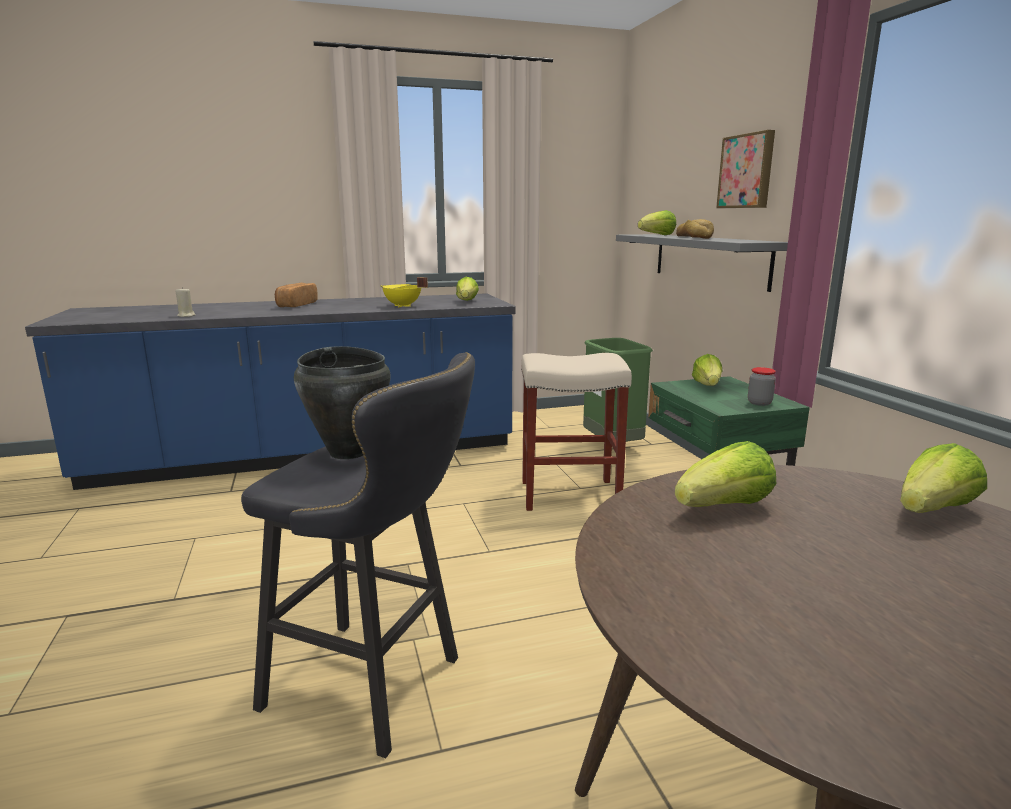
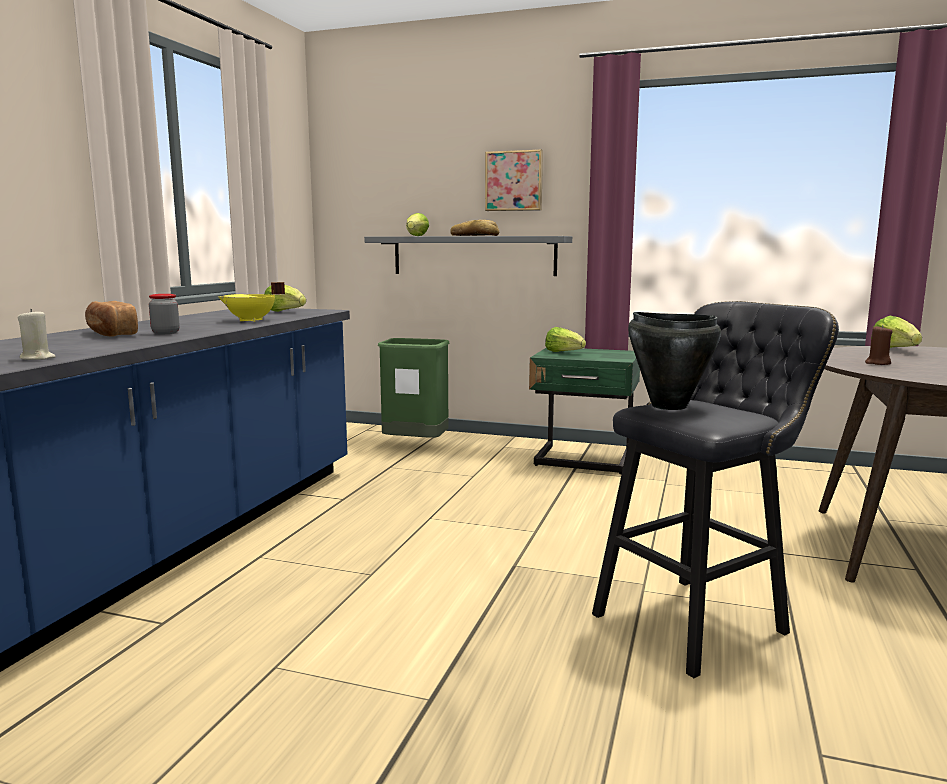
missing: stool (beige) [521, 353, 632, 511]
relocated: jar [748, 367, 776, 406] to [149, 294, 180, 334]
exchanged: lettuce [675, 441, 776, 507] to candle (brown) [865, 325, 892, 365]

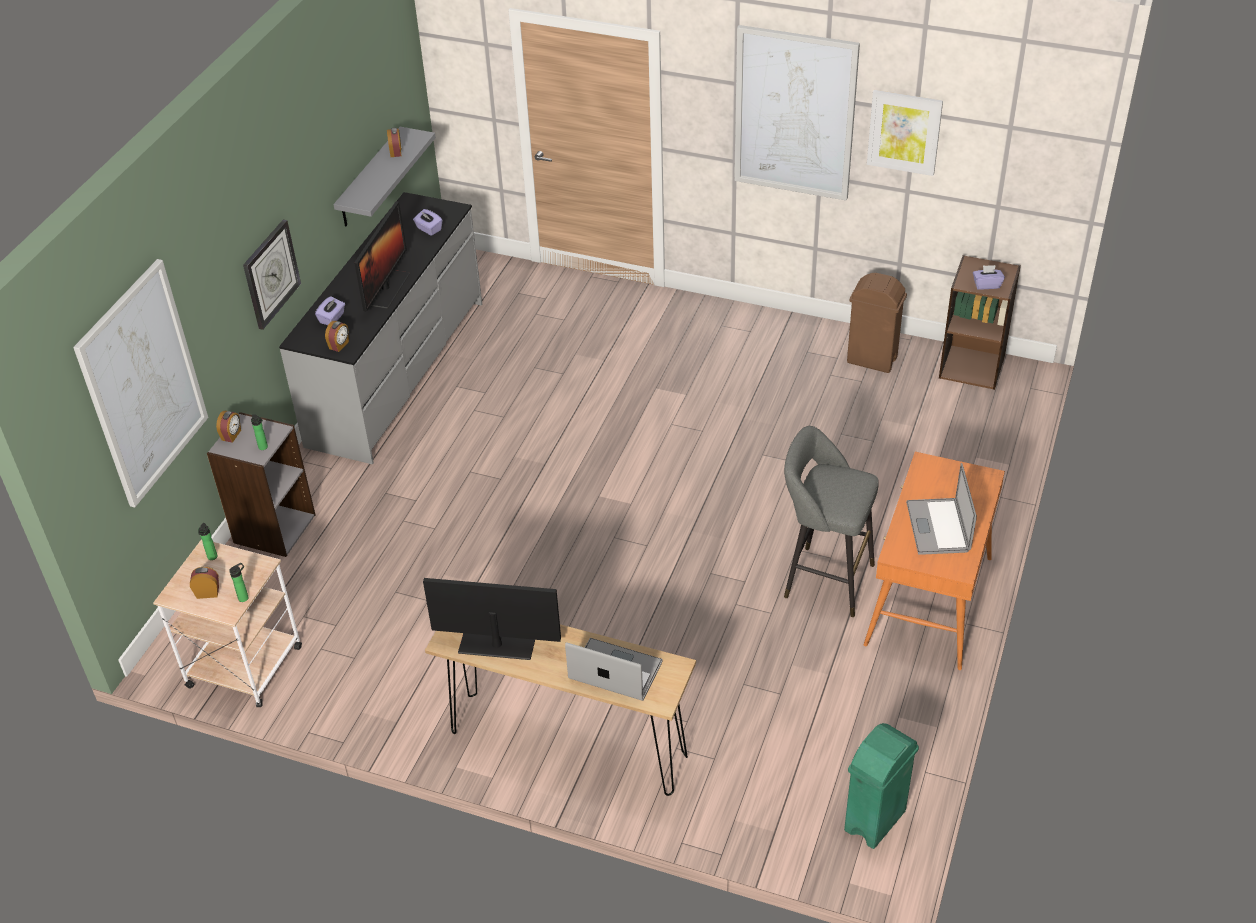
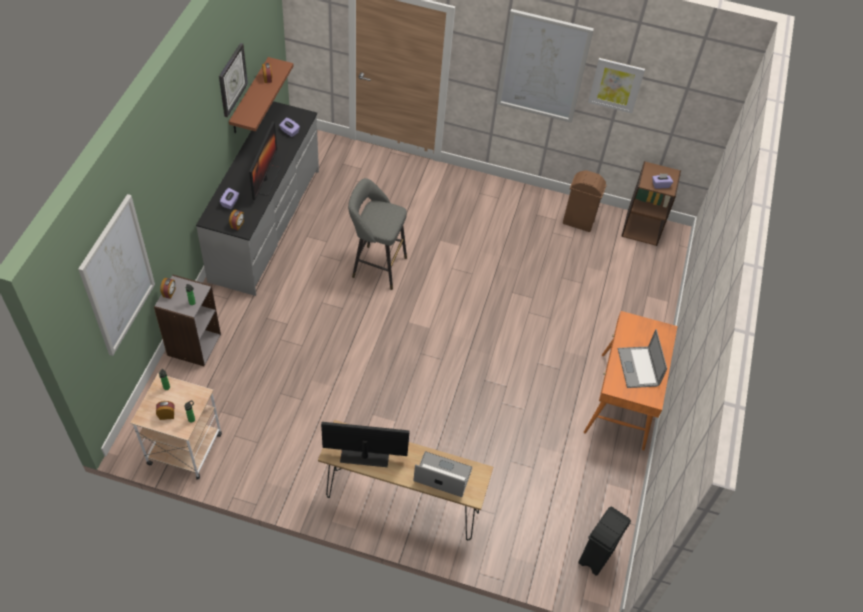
relocated: wall clock [243, 220, 301, 330] to [219, 43, 248, 117]; stool (grey) [784, 426, 879, 617] to [348, 178, 407, 290]
colour: shelf (grey) [333, 127, 436, 226] to shelf (brown) [229, 57, 293, 133]; trash can (green) [844, 723, 919, 849] to trash can (black) [578, 507, 631, 576]

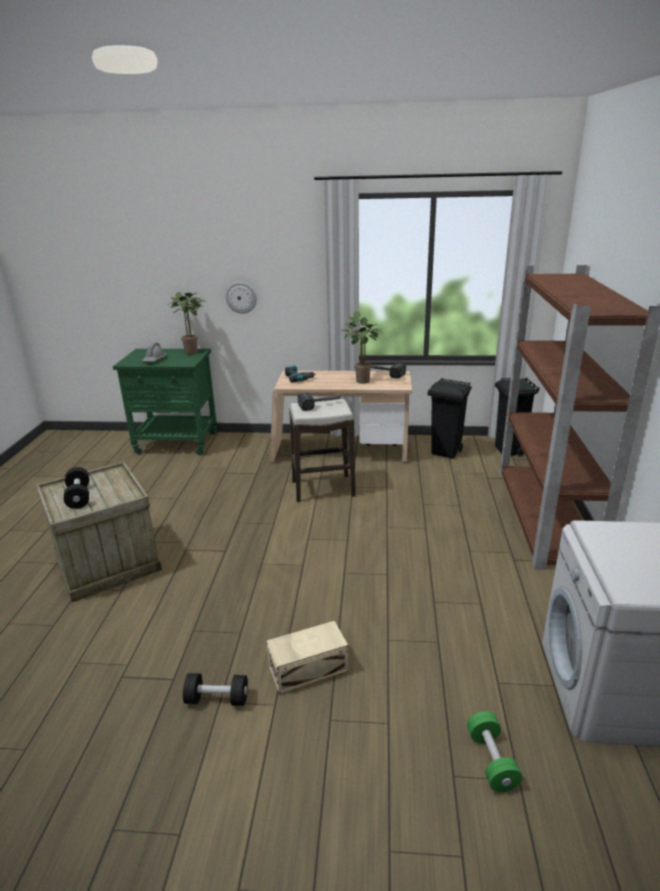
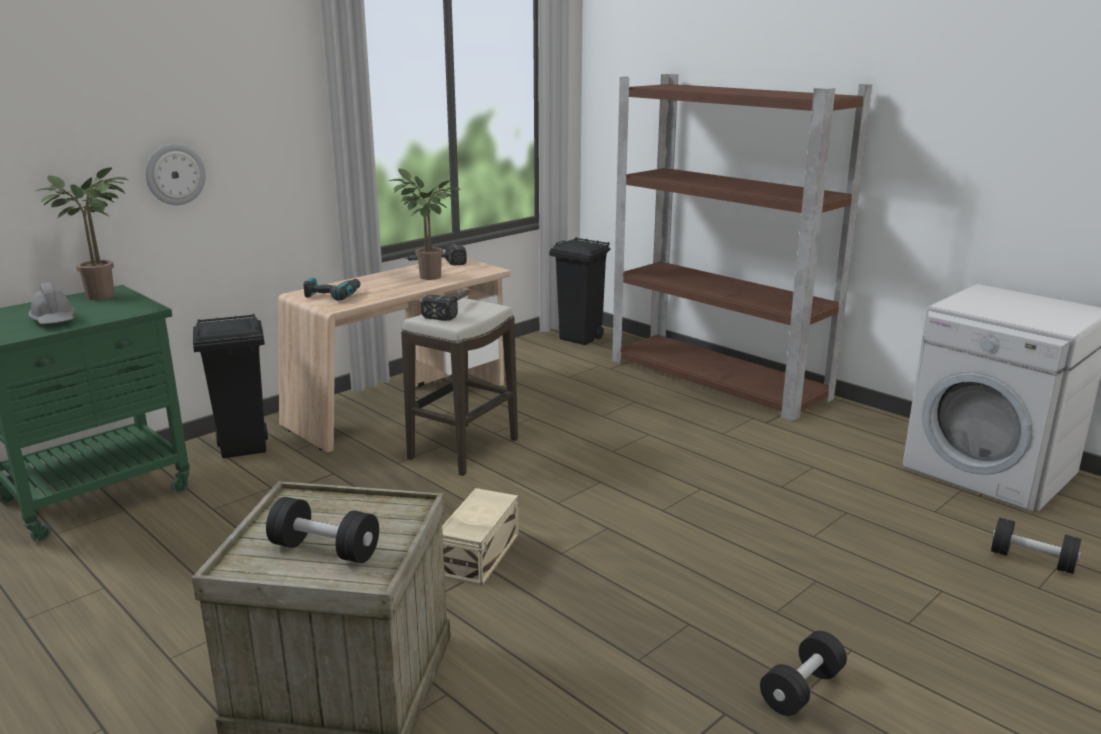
relocated: trash can (black) [427, 378, 472, 459] to [193, 314, 268, 458]; storage box (beige) [267, 621, 348, 694] to [442, 488, 519, 586]
colour: dumbbell (green) [467, 711, 523, 792] to dumbbell (black) [991, 518, 1081, 574]

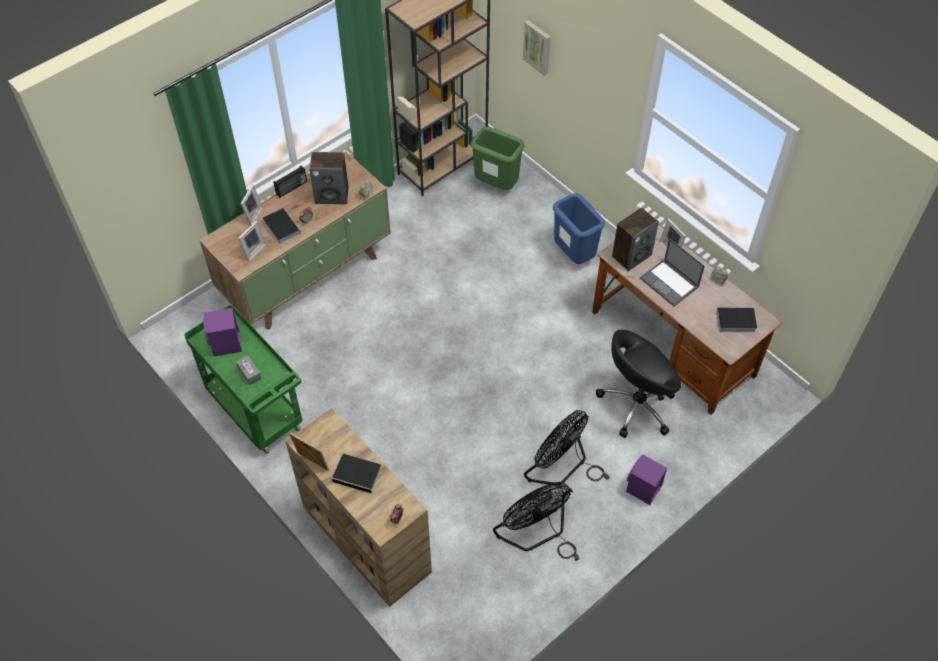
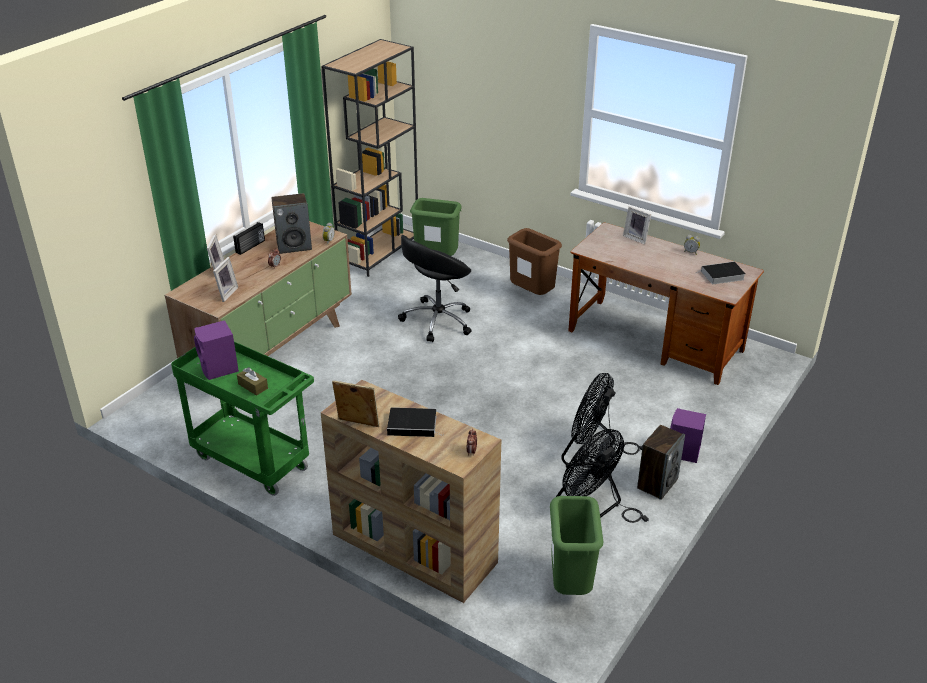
missing: picture [523, 20, 551, 76]; book [262, 208, 301, 244]; laptop [640, 238, 705, 306]
appeared: trash can (green) [550, 496, 603, 595]
relocated: speaker [612, 208, 659, 271] to [637, 425, 685, 500]; office chair (black) [596, 330, 681, 438] to [398, 235, 472, 342]
colour: trash can (blue) [553, 193, 605, 264] to trash can (brown) [507, 228, 562, 295]; tissue box (grey) [236, 355, 262, 385] to tissue box (brown) [237, 367, 268, 396]

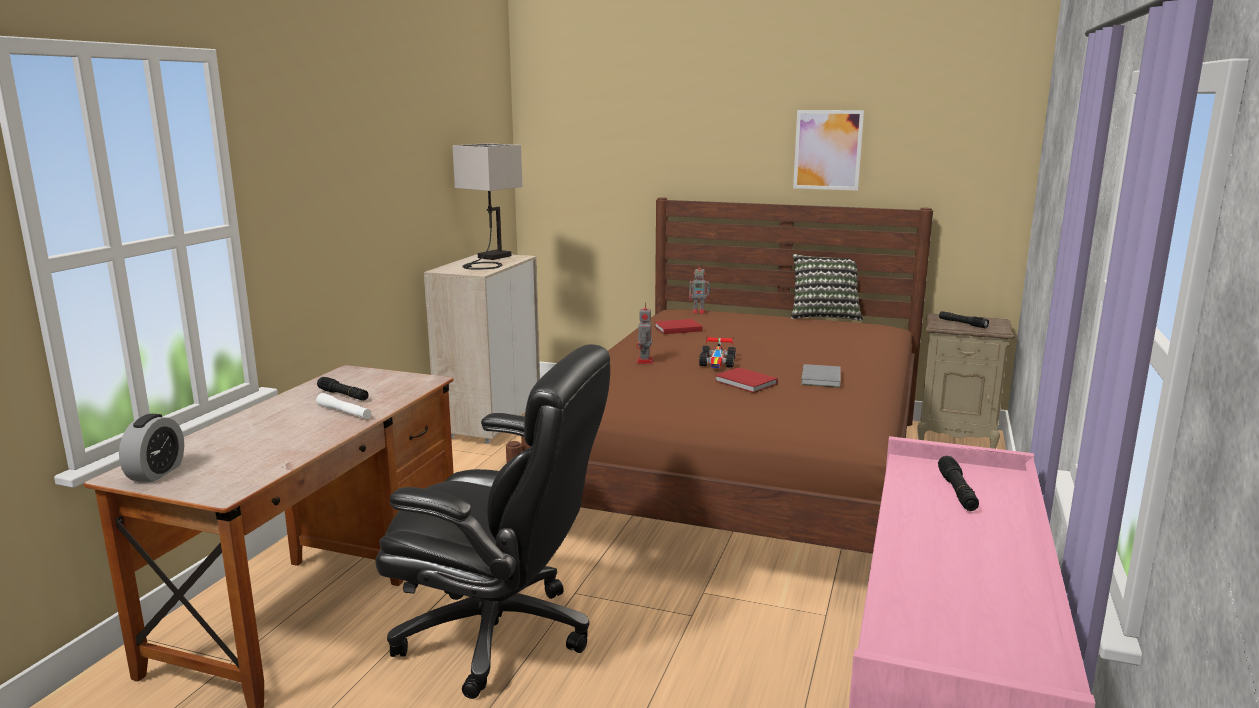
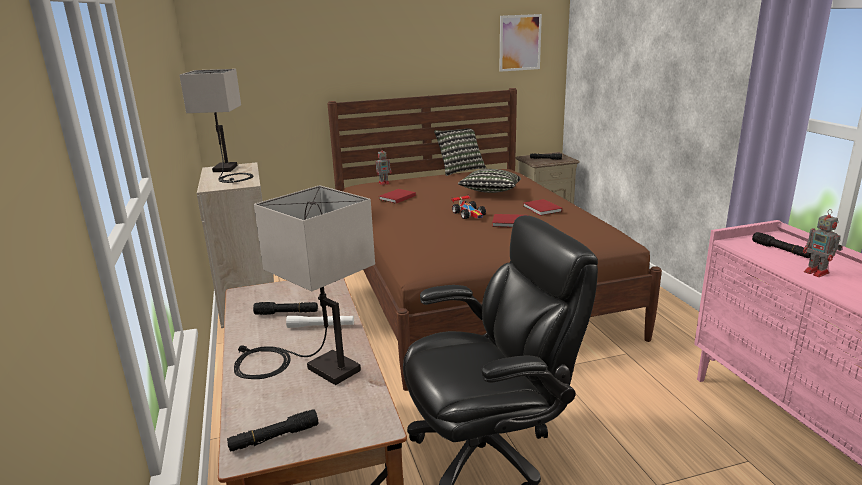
appeared: pillow [458, 169, 521, 193]; table lamp [234, 185, 375, 385]
relocated: picture [793, 110, 864, 191] to [500, 14, 542, 72]; toy robot [636, 302, 654, 364] to [803, 209, 842, 277]
exchanged: alarm clock [119, 414, 184, 482] to flashlight (black) [227, 409, 318, 451]
colour: book (grey) [801, 364, 841, 387] to book (red) [523, 199, 562, 216]

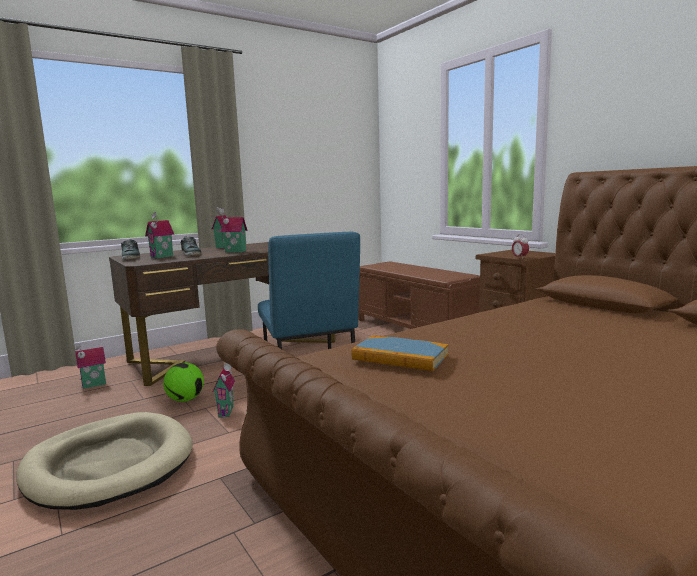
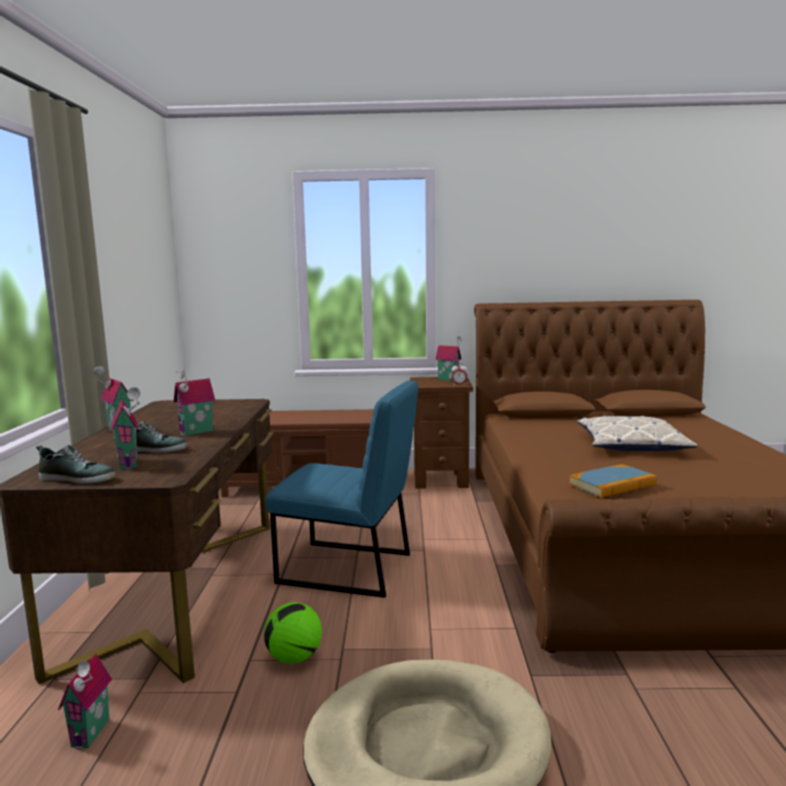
appeared: pillow [577, 415, 698, 451]
relocated: toy house [212, 363, 235, 418] to [435, 336, 462, 381]

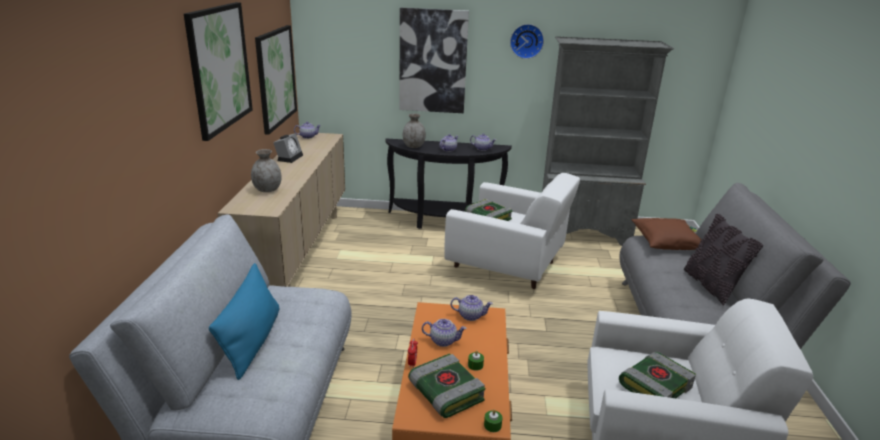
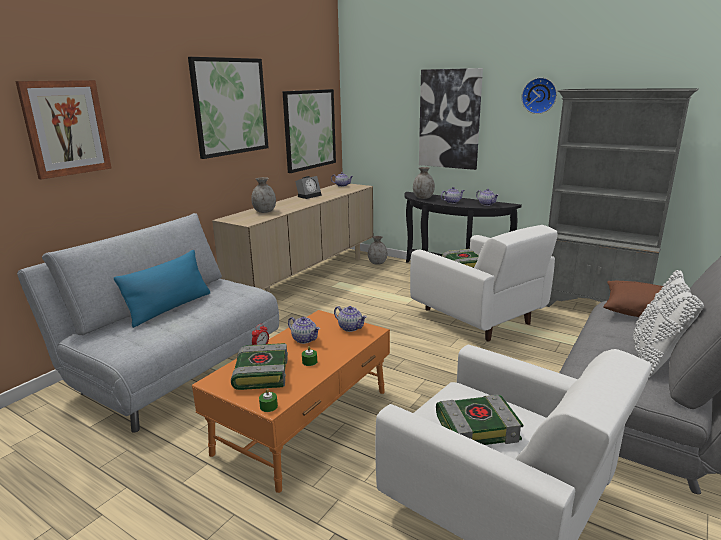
appeared: picture [15, 80, 111, 180]; vase (grey) [368, 236, 387, 265]
colour: pillow (black) [684, 214, 763, 306] to pillow (white) [633, 270, 704, 378]

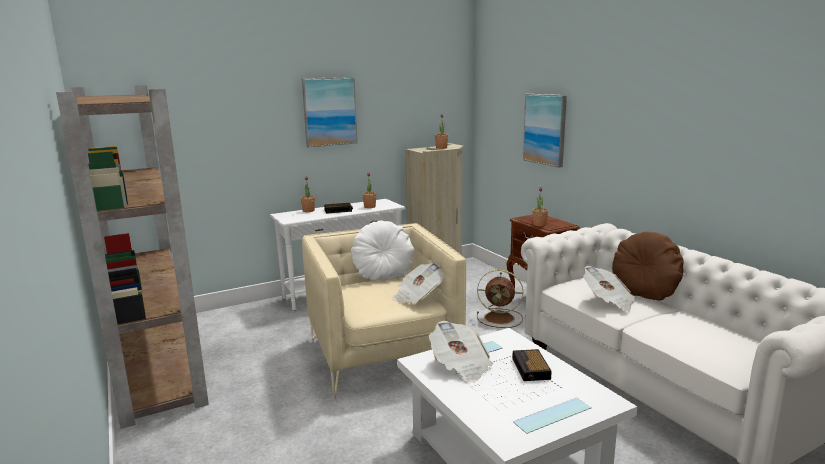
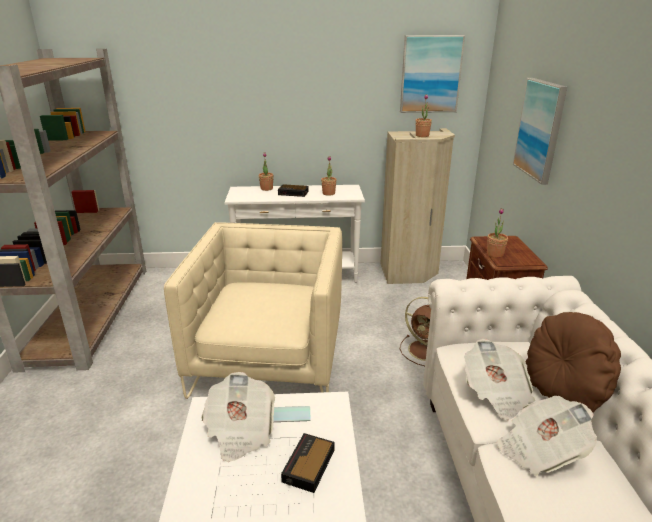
missing: pillow (white) [351, 221, 414, 281]
relocated: picture [302, 77, 357, 147] to [400, 35, 465, 113]; newspaper [392, 263, 444, 304] to [497, 396, 597, 476]

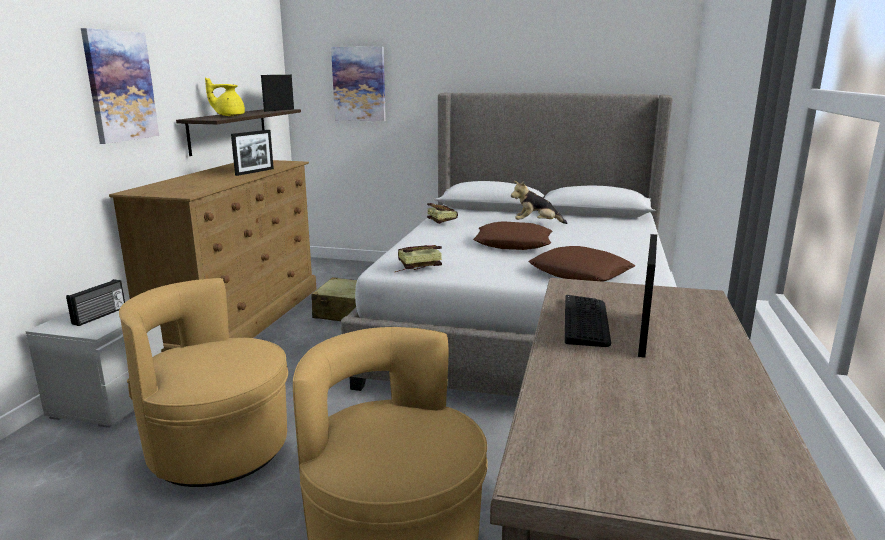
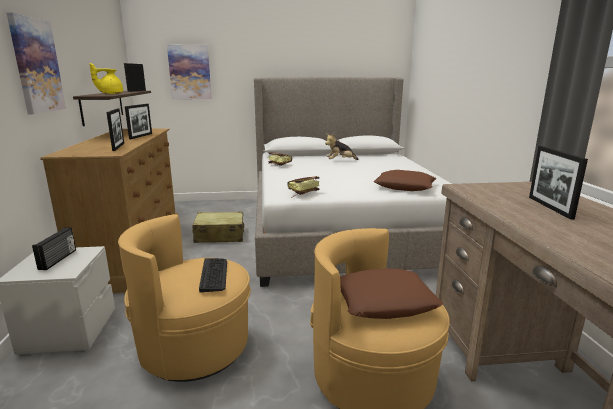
appeared: picture frame [106, 109, 124, 151]
relocated: pillow (brown) [473, 221, 552, 250] to [340, 268, 443, 319]; keyboard [565, 295, 611, 347] to [199, 258, 227, 293]

